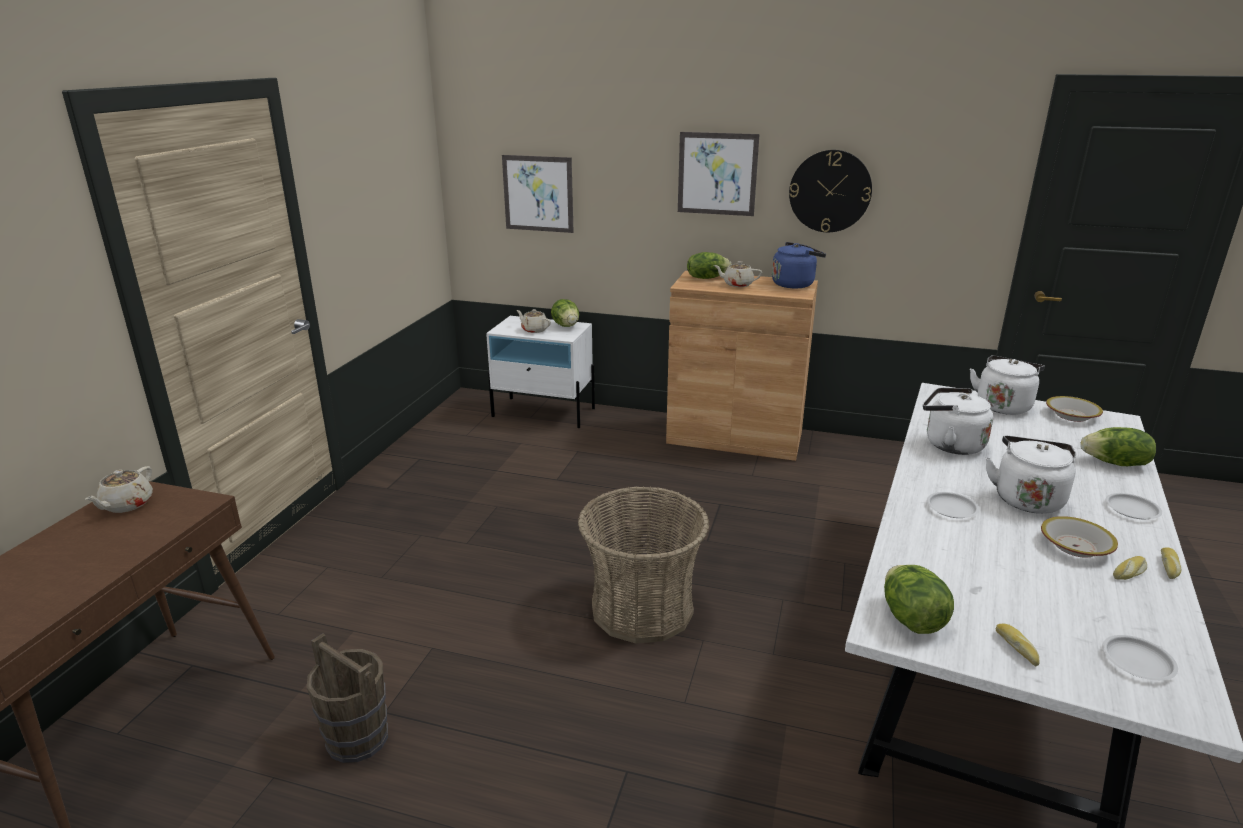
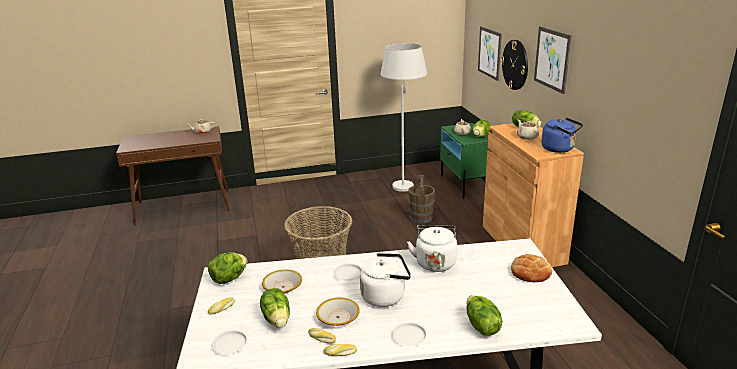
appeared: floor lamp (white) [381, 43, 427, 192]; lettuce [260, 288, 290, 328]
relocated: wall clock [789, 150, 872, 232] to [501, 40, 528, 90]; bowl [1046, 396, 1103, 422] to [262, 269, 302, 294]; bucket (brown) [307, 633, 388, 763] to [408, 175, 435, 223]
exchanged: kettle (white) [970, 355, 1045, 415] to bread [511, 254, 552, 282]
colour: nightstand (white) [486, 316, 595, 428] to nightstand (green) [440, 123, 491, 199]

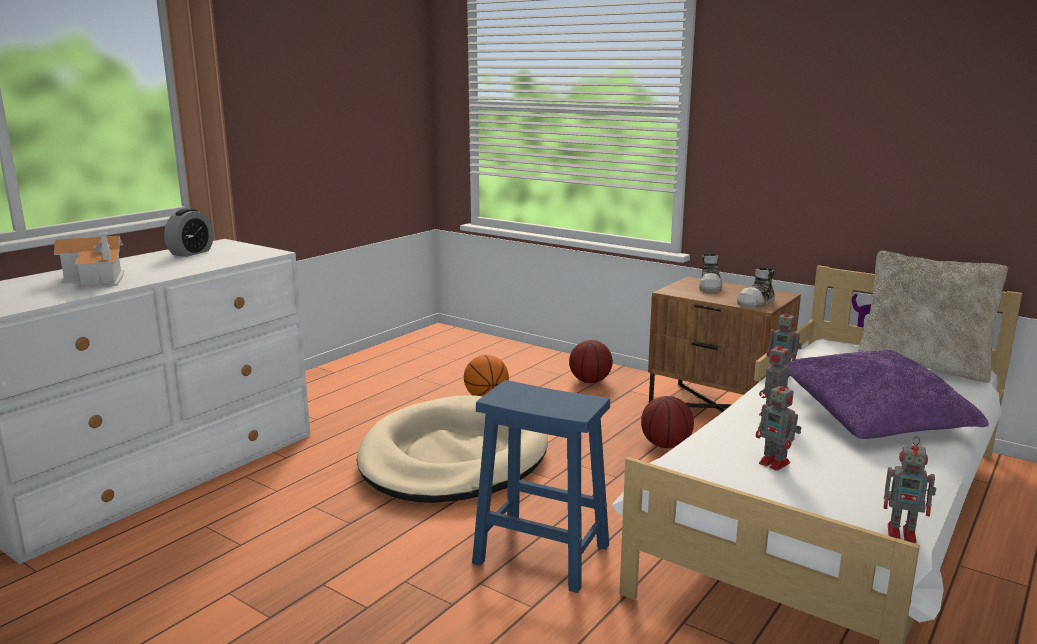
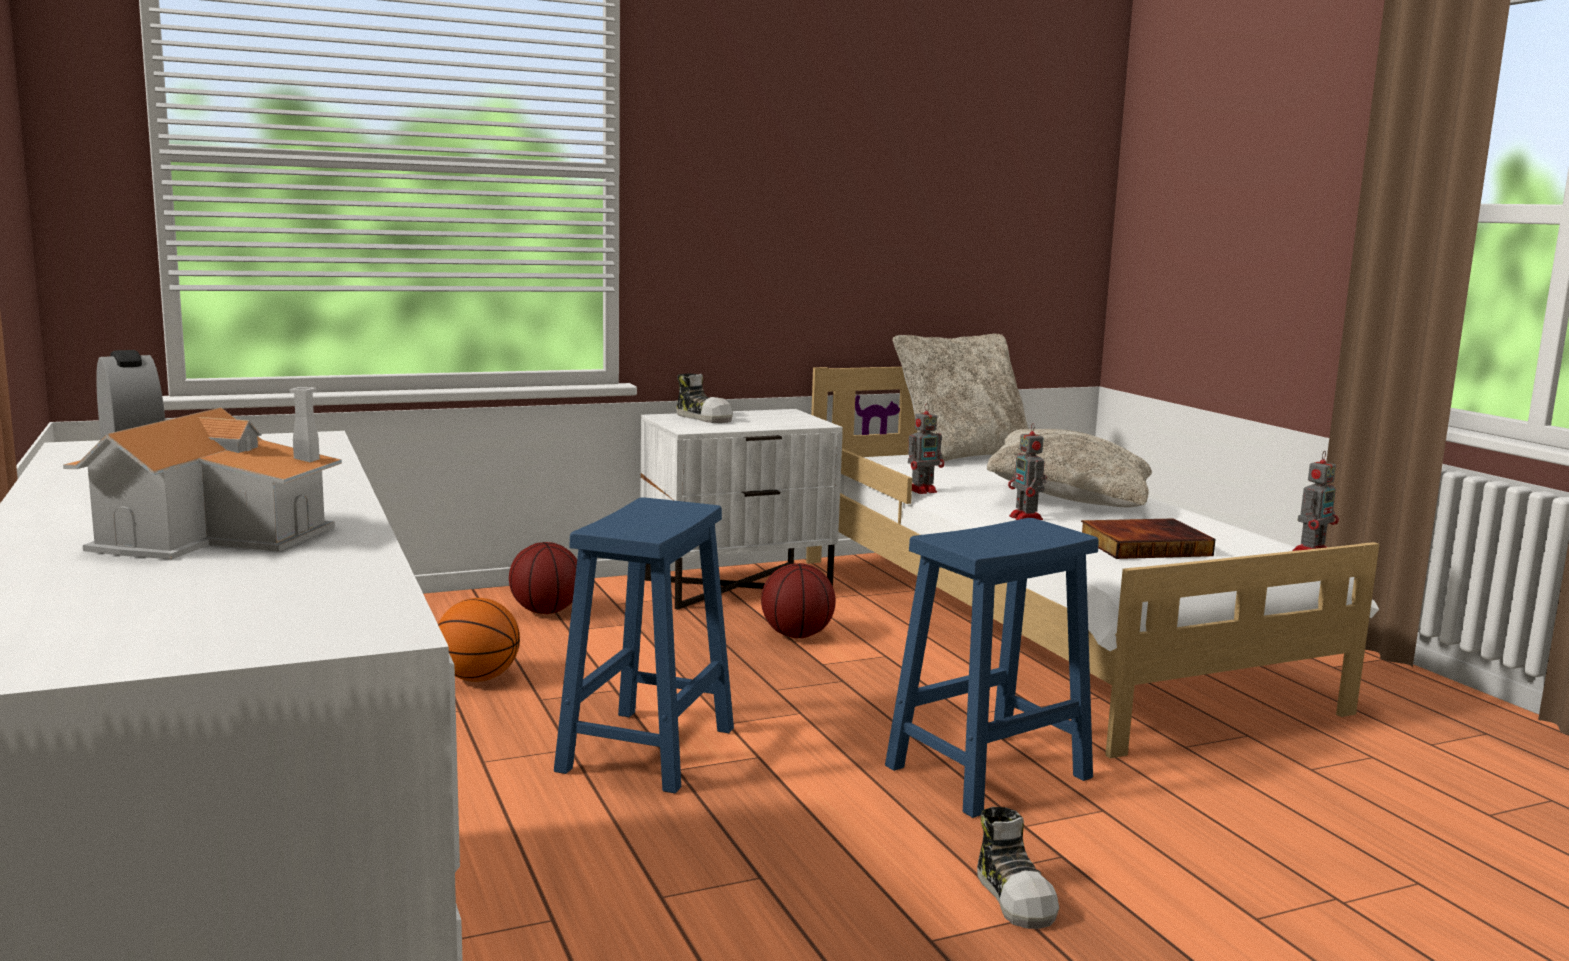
relocated: shoe [737, 268, 775, 308] to [977, 807, 1059, 929]
exchanged: toy robot [756, 379, 801, 471] to book [1081, 518, 1216, 559]; dog bed (beige) [357, 395, 548, 503] to stool (blue) [554, 497, 734, 793]
colour: nightstand (brown) [648, 276, 801, 412] to nightstand (white) [641, 409, 843, 610]; pillow (purple) [787, 350, 989, 439] to pillow (beige) [987, 428, 1152, 507]

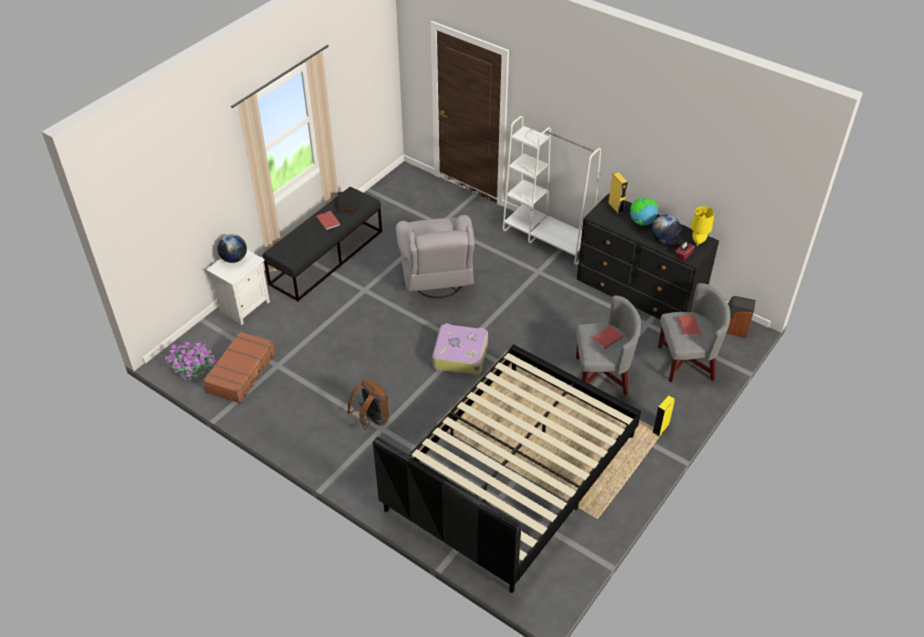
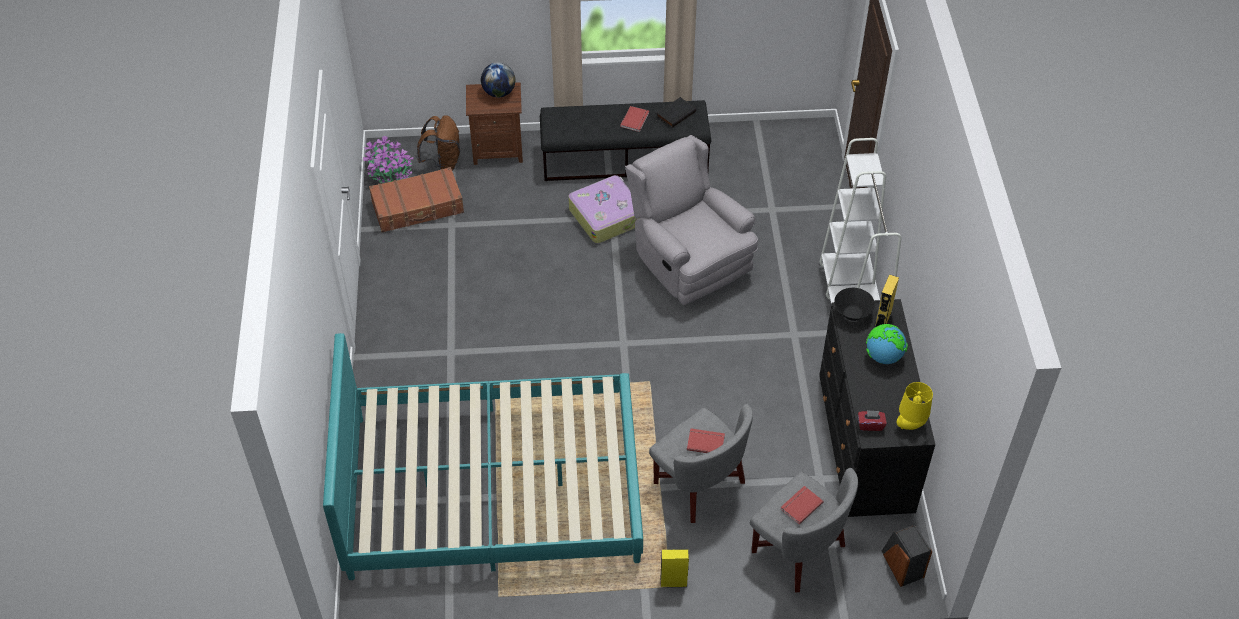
missing: globe [651, 214, 681, 244]
appeared: bowl (black) [834, 288, 875, 321]
relocated: suitcase [432, 323, 488, 375] to [568, 175, 639, 243]; backpack (brown) [347, 379, 389, 430] to [417, 115, 460, 171]
colour: nightstand (white) [206, 250, 270, 325] to nightstand (brown) [466, 82, 523, 165]; bed (black) [373, 344, 641, 593] to bed (turquoise) [323, 333, 643, 580]
spun: armchair (grey) [396, 215, 475, 298] = [625, 135, 758, 305] 105 degrees clockwise

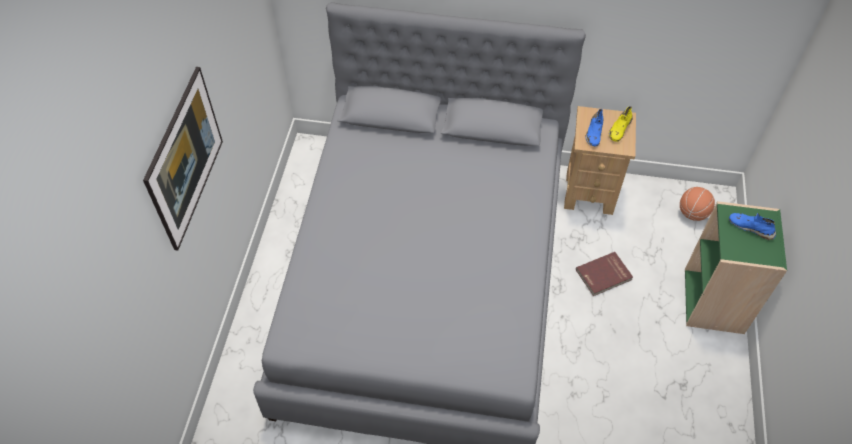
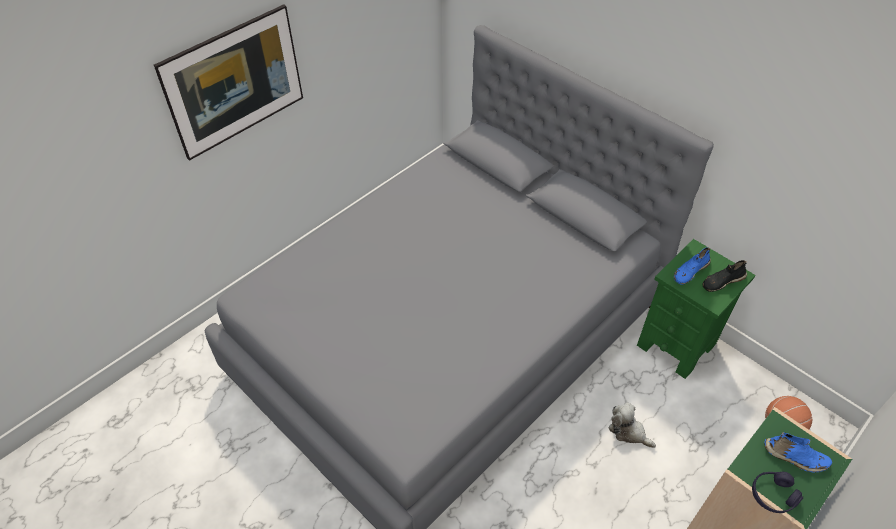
appeared: headphones (purple) [752, 472, 803, 513]
exchanged: book (red) [576, 252, 633, 296] to plush toy [608, 402, 656, 448]
colour: nightstand (beige) [564, 106, 636, 215] to nightstand (green) [637, 239, 755, 379]; shoe (yellow) [609, 106, 633, 142] to shoe (black) [703, 260, 747, 292]
spun: shoe (blue) [729, 213, 776, 240] = [764, 432, 832, 472] 135 degrees clockwise

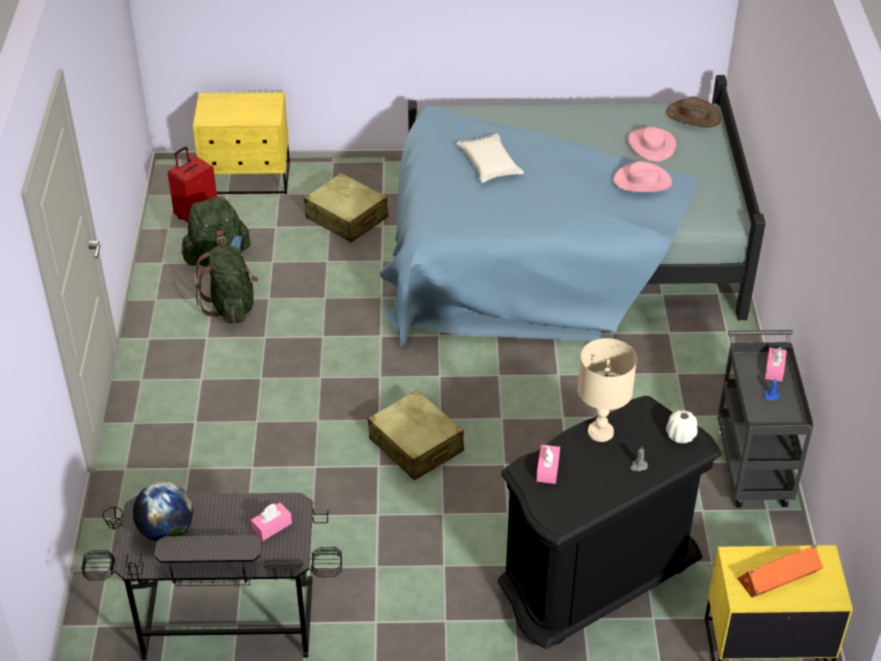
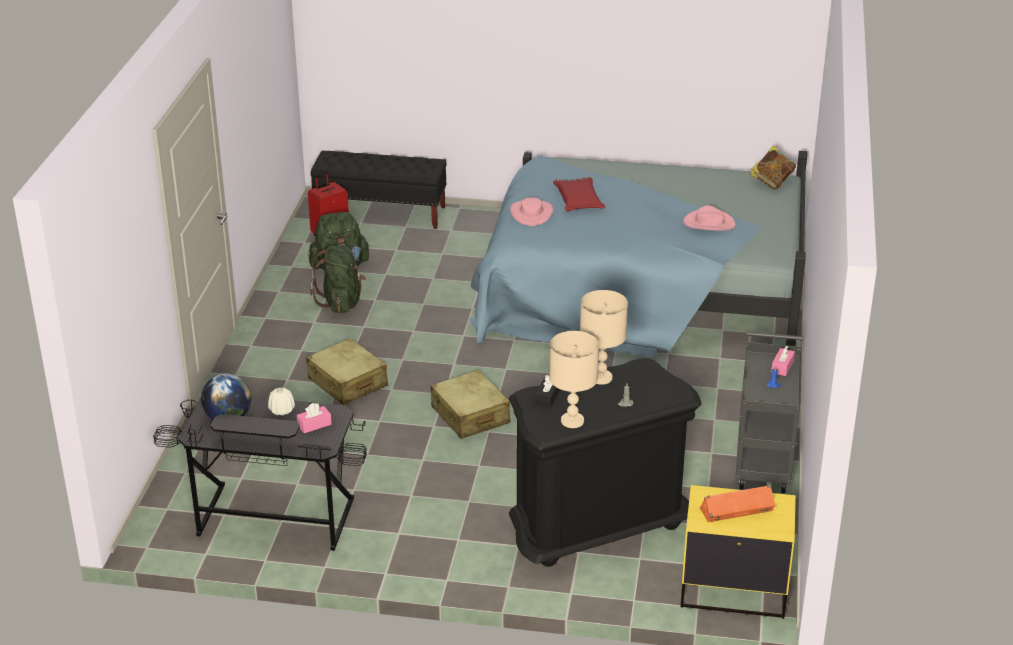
appeared: table lamp (beige) [549, 331, 599, 428]
relocated: hat (pink) [628, 127, 676, 162] to [510, 197, 553, 226]; suitcase (beige) [304, 173, 388, 243] to [306, 338, 388, 405]; vase (white) [666, 410, 698, 443] to [268, 388, 295, 416]
exchanged: nightstand (yellow) [193, 92, 290, 194] to bench (black) [311, 151, 447, 229]; hat (brown) [666, 96, 721, 127] to book [750, 146, 796, 190]
colour: pillow (white) [456, 134, 524, 183] to pillow (red) [553, 177, 605, 211]; tissue box (pink) [536, 445, 560, 484] to tissue box (black) [535, 375, 560, 408]

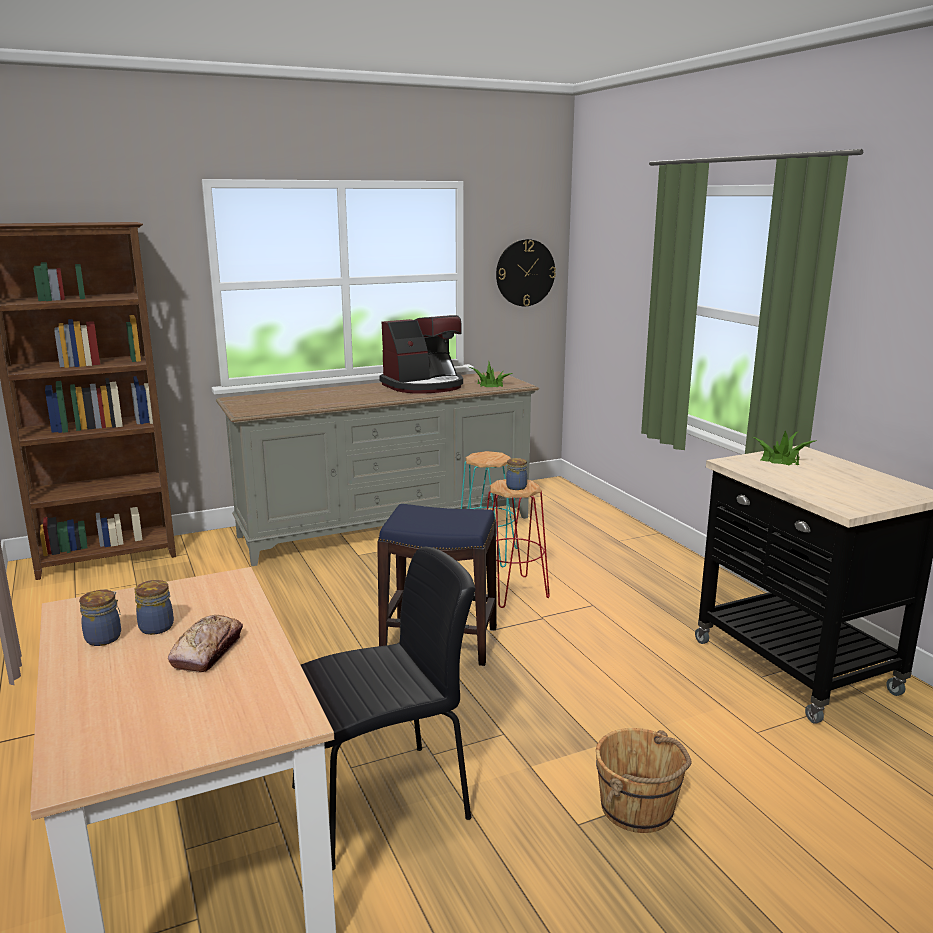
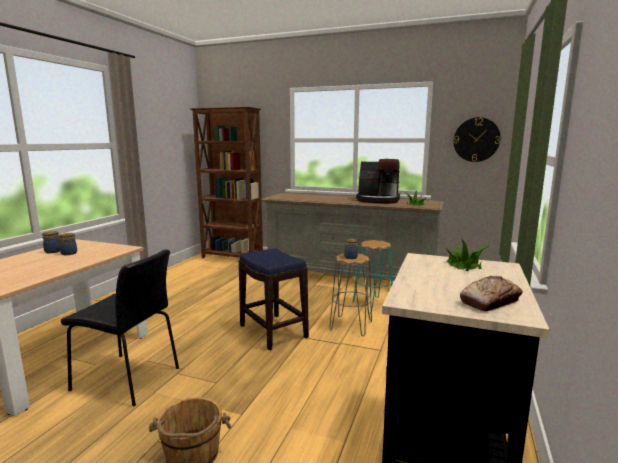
relocated: bread [168, 615, 243, 673] to [460, 276, 523, 311]
colour: stool (red) [487, 479, 550, 608] to stool (grey) [329, 253, 372, 336]

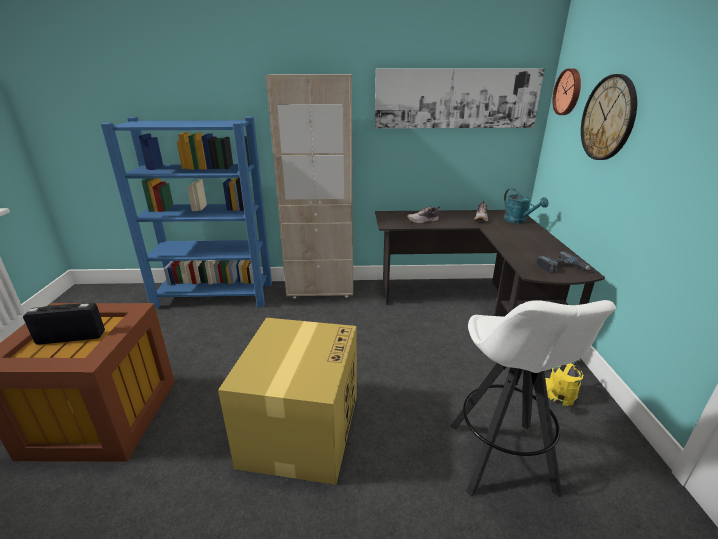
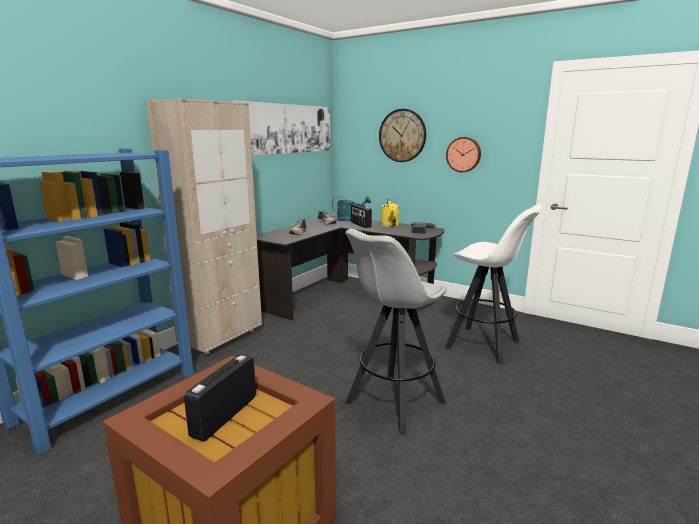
appeared: radio [351, 204, 372, 228]
relocated: wall clock [552, 68, 581, 115] to [446, 137, 481, 172]; watering can (yellow) [545, 359, 583, 406] to [381, 199, 399, 227]
exchanged: cardboard box [218, 318, 357, 485] to stool (grey) [345, 229, 447, 434]

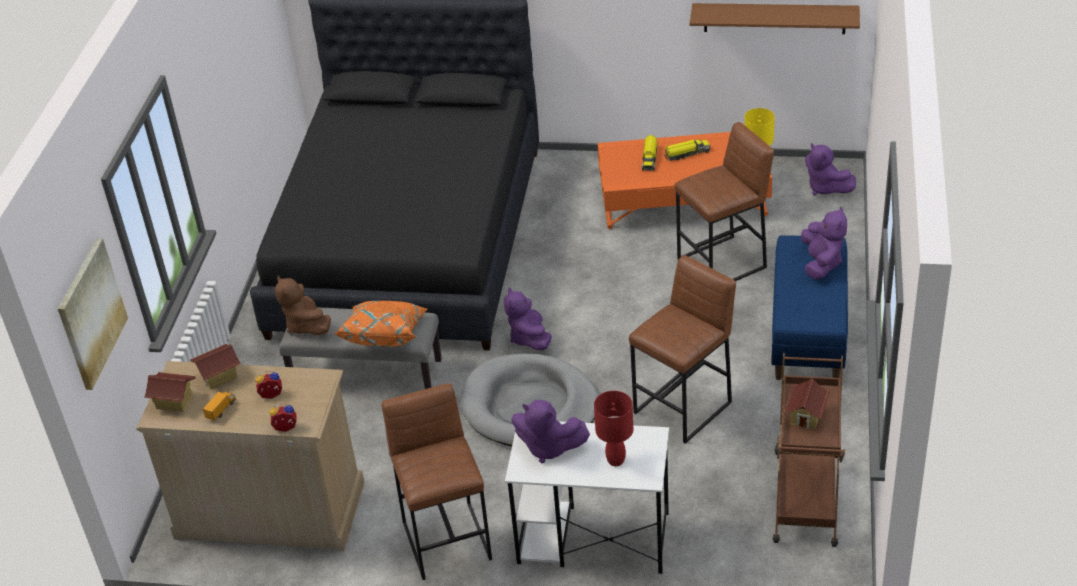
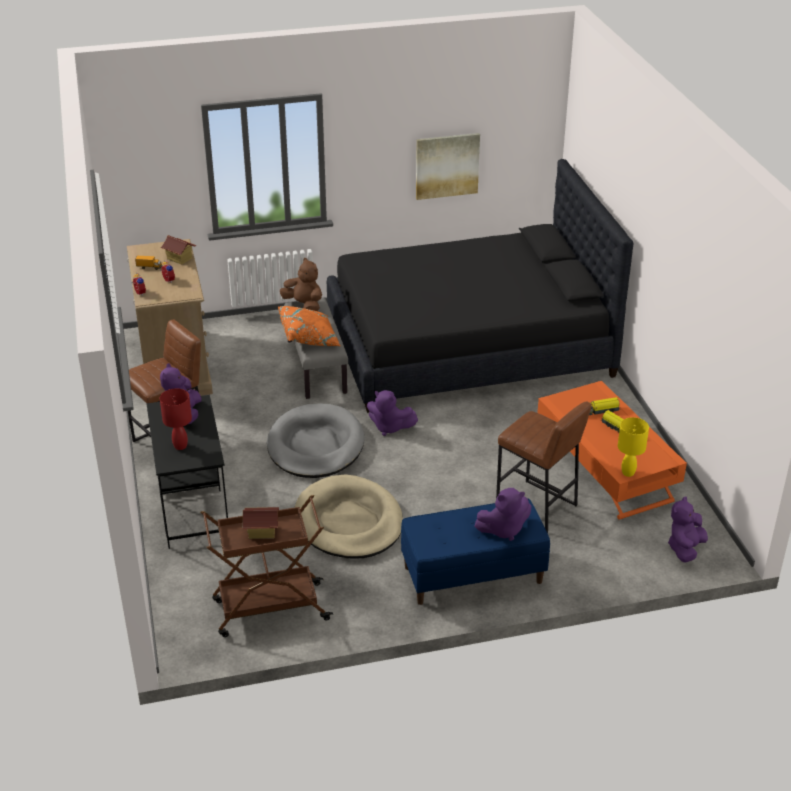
missing: shelf (brown) [690, 3, 860, 34]; toy house [144, 372, 196, 412]
relocated: picture [58, 238, 128, 390] to [416, 133, 480, 200]
exchanged: stool (brown) [629, 255, 736, 444] to dog bed (beige) [294, 474, 403, 559]
colour: desk (white) [505, 421, 669, 574] to desk (black) [147, 395, 228, 549]
spun: plush toy (brown) [275, 276, 331, 335] = [280, 258, 322, 311] 90 degrees clockwise; plush toy (purple) [504, 287, 552, 351] = [367, 390, 418, 436] 120 degrees counterclockwise

